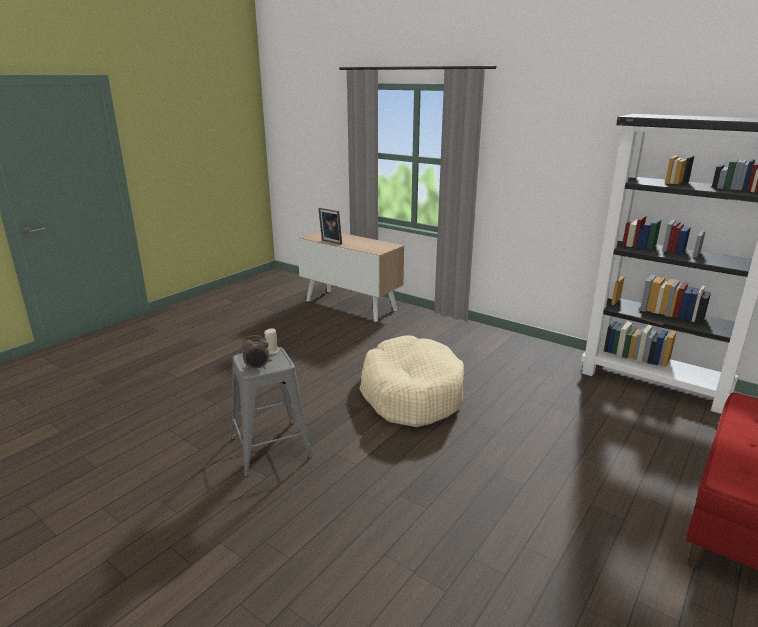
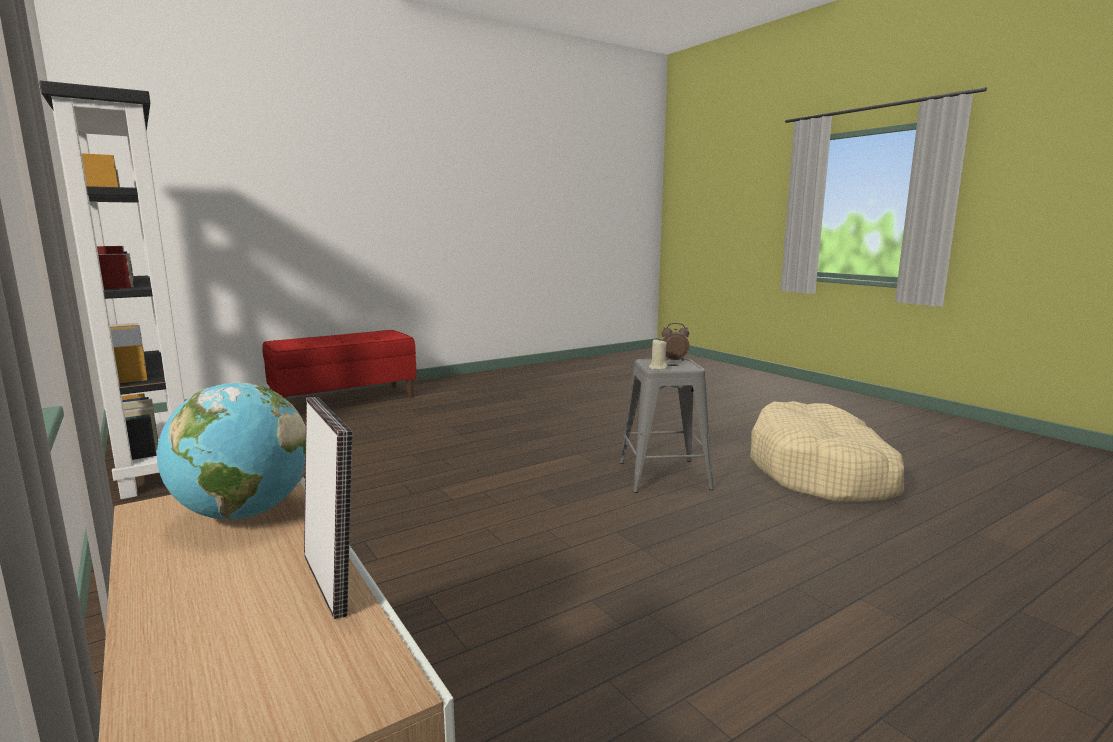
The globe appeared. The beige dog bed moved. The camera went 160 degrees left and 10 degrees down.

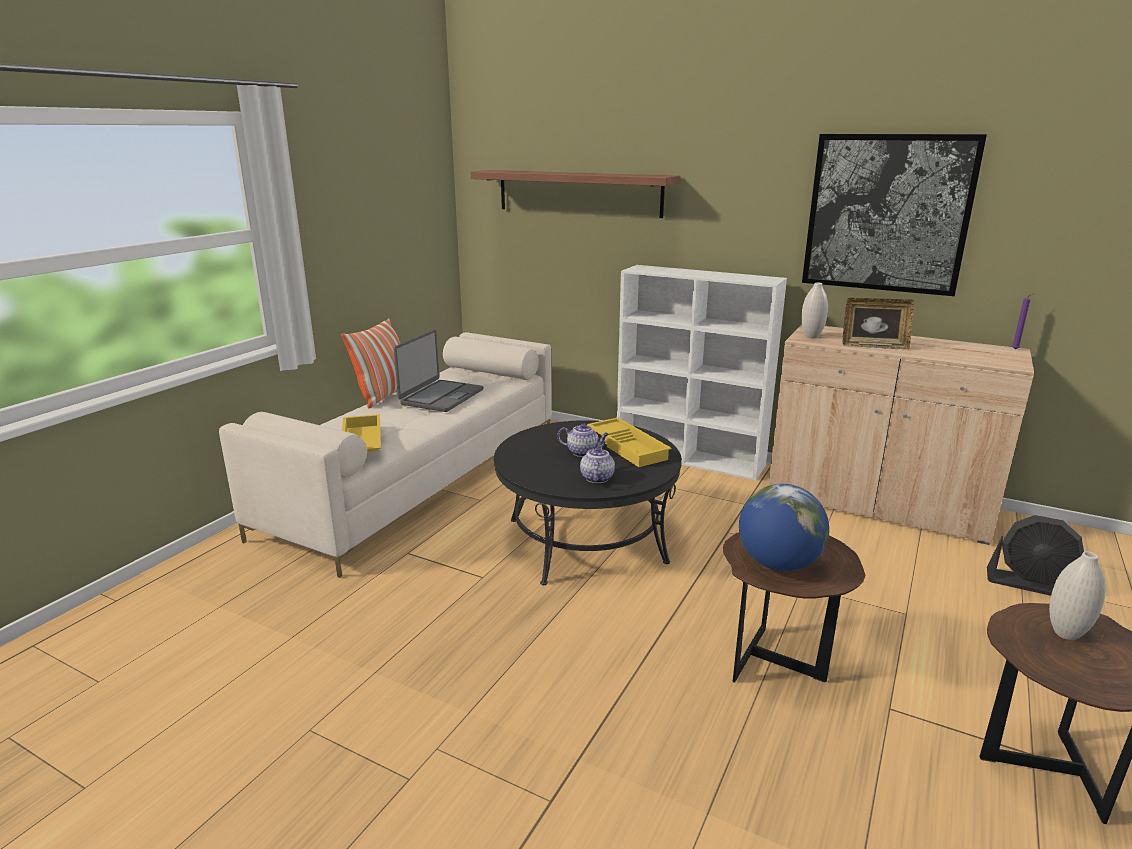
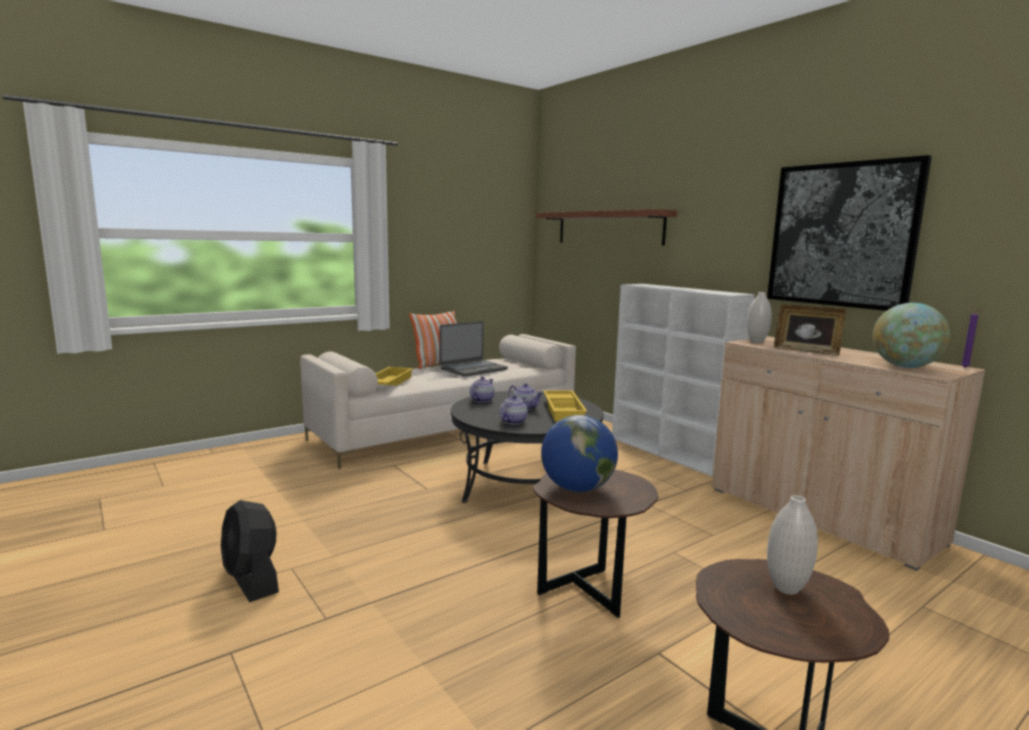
The black fan moved. The teapot (no. 1 from left) appeared. The globe (no. 2 from left) appeared. The camera went 25 degrees right and 10 degrees down.

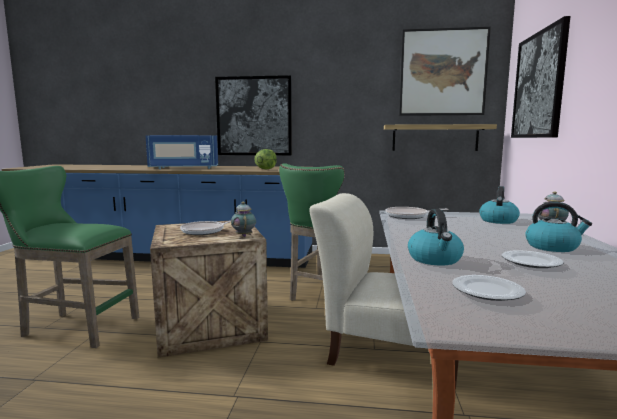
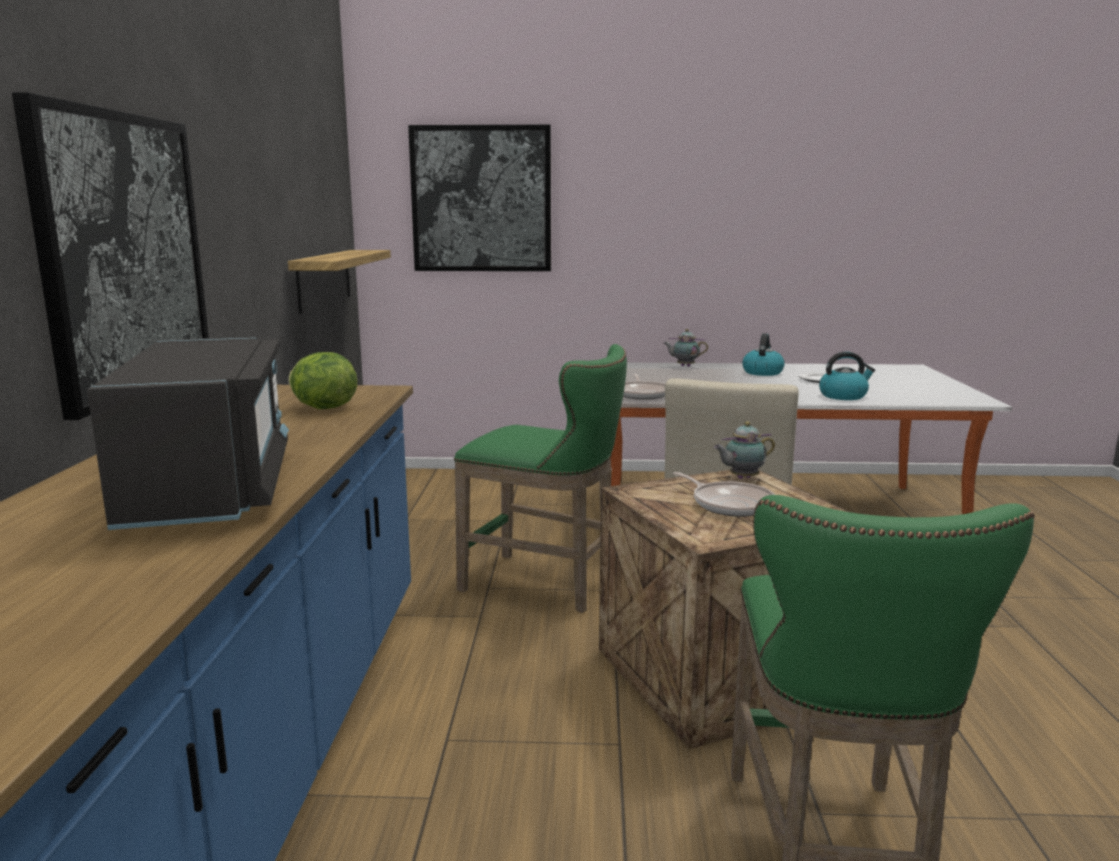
The blue microwave became the black microwave. The picture (no. 2 from left) disappeared. The plate (no. 1 from left) disappeared. The kettle (no. 2 from left) disappeared. The camera went 95 degrees left and 5 degrees up.

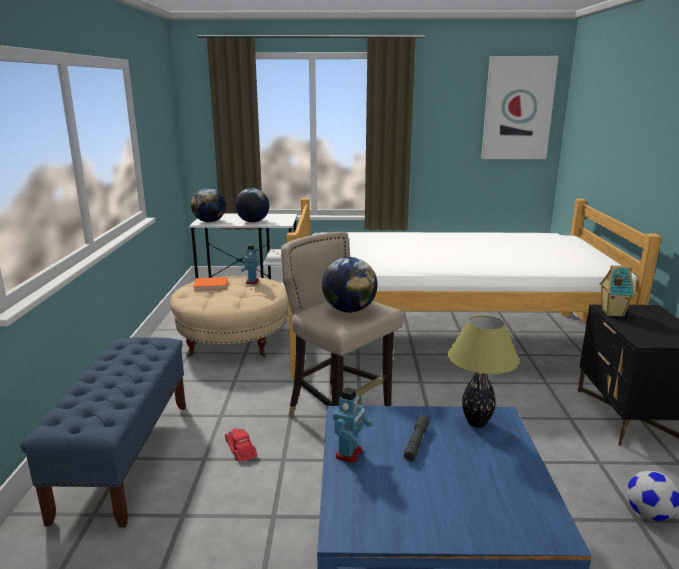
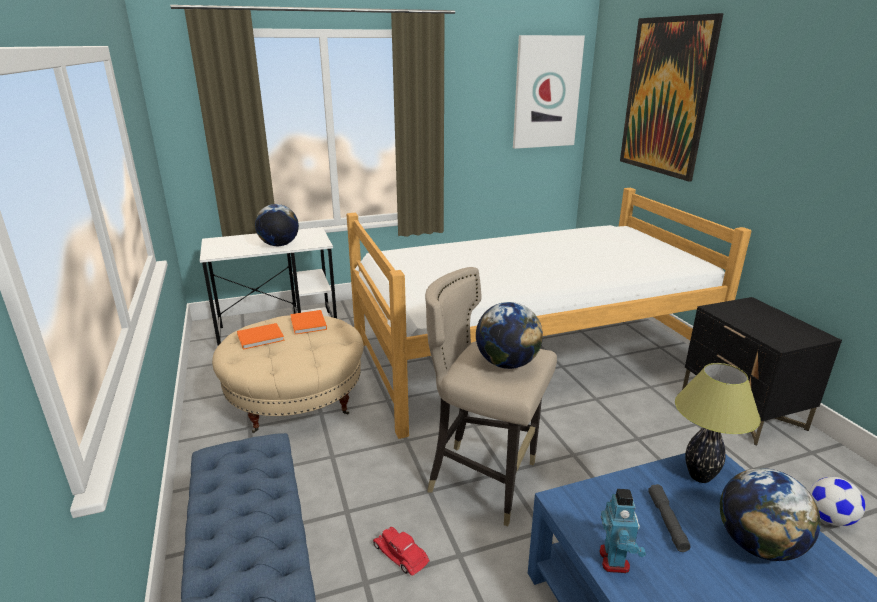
The toy robot (no. 1 from left) was replaced by the orange book (no. 2 from left). The picture (no. 2 from left) appeared. The globe (no. 1 from left in the first image) moved. The toy house disappeared. The camera went 20 degrees left and 5 degrees up.

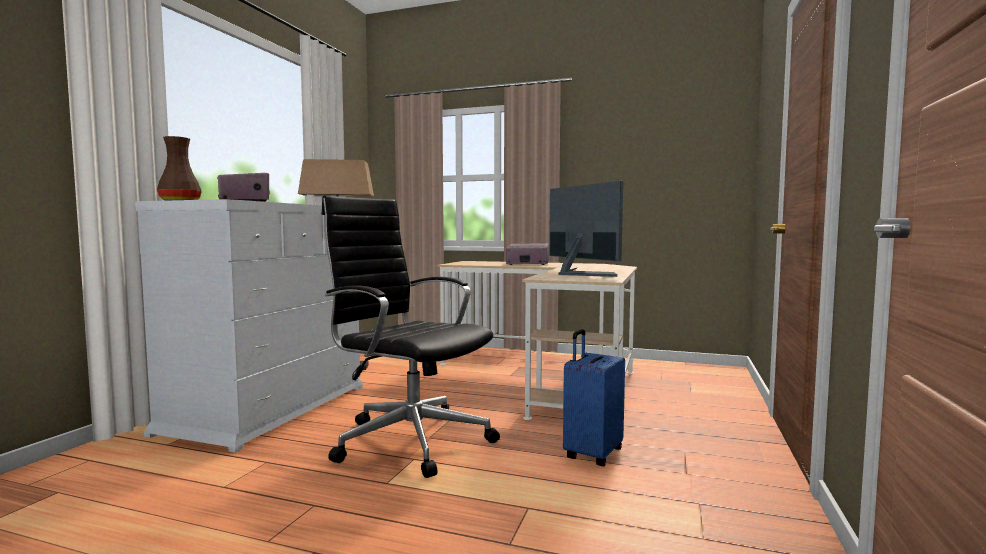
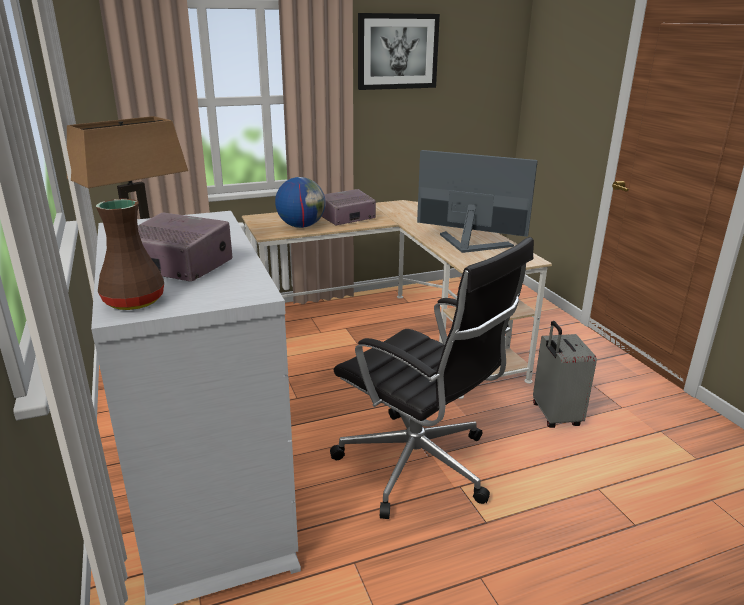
The globe appeared. The black office chair turned 135 degrees counterclockwise. The picture appeared. The blue suitcase became the grey suitcase. The camera went 40 degrees left and 20 degrees up.

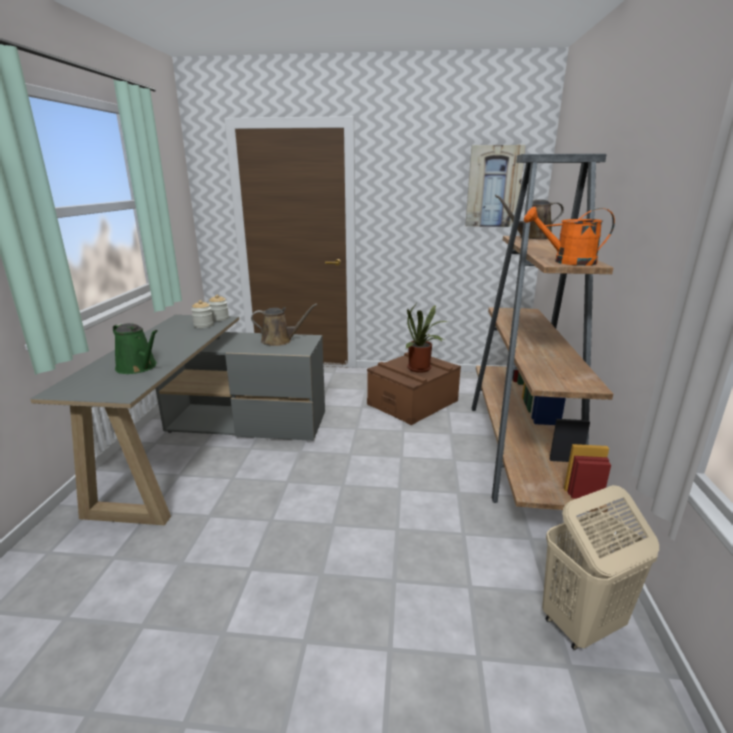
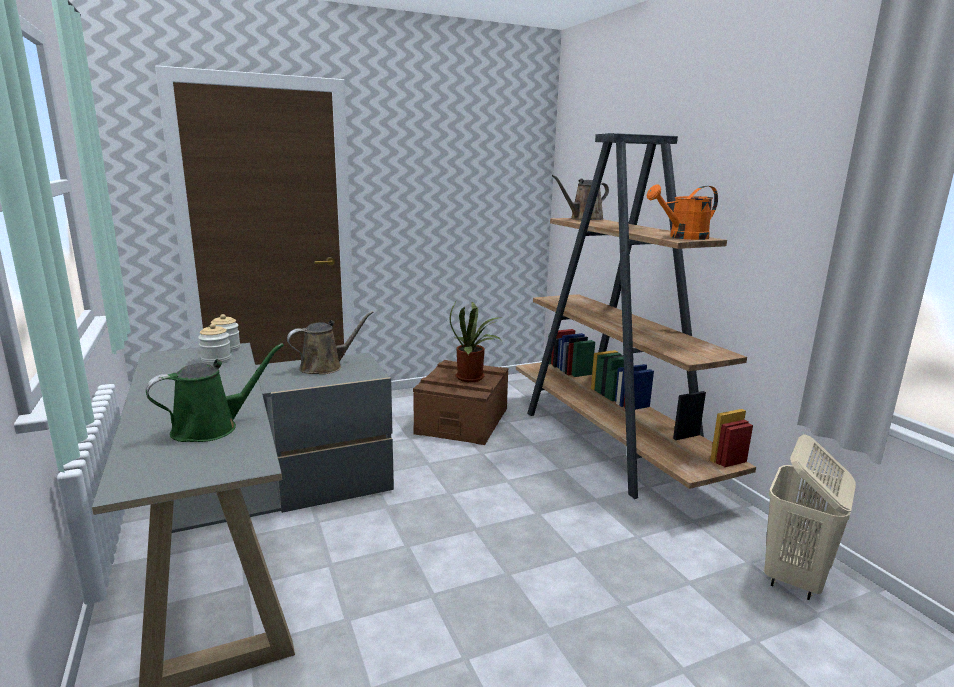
The green watering can turned 45 degrees counterclockwise. The picture disappeared. The camera went 30 degrees left and 5 degrees down.

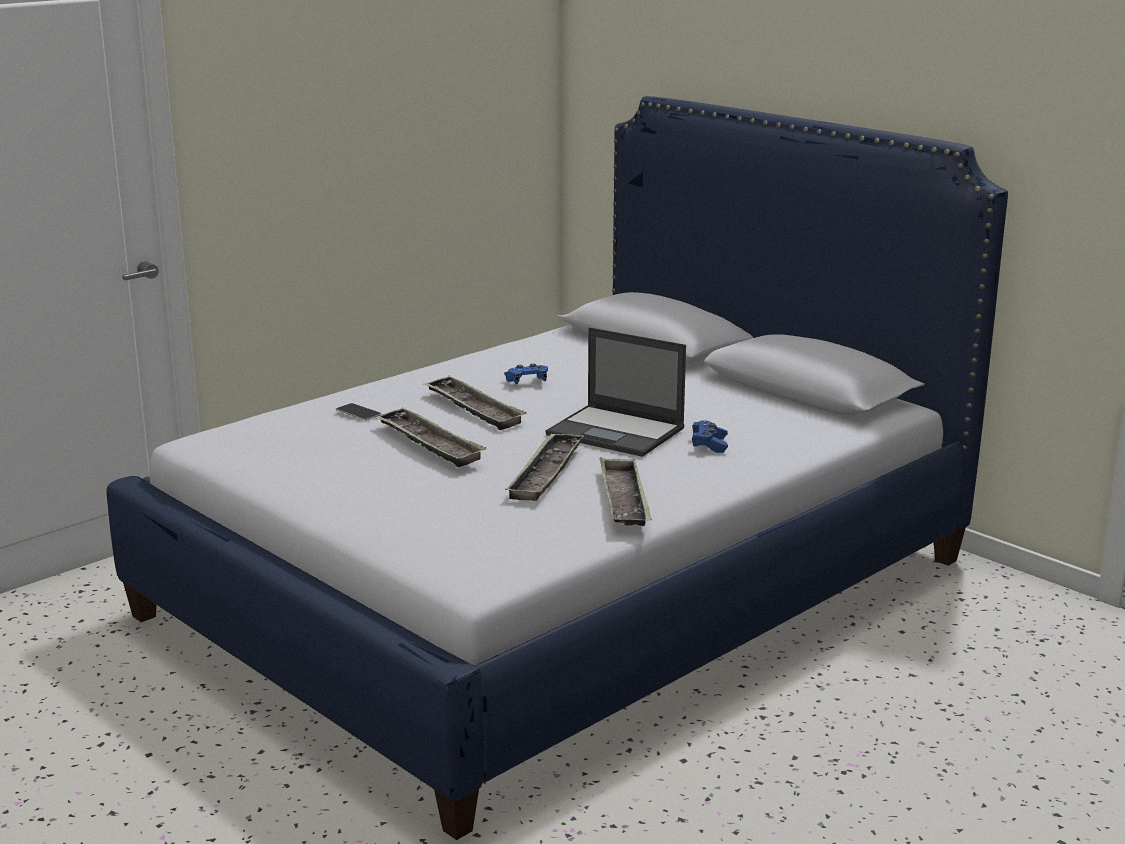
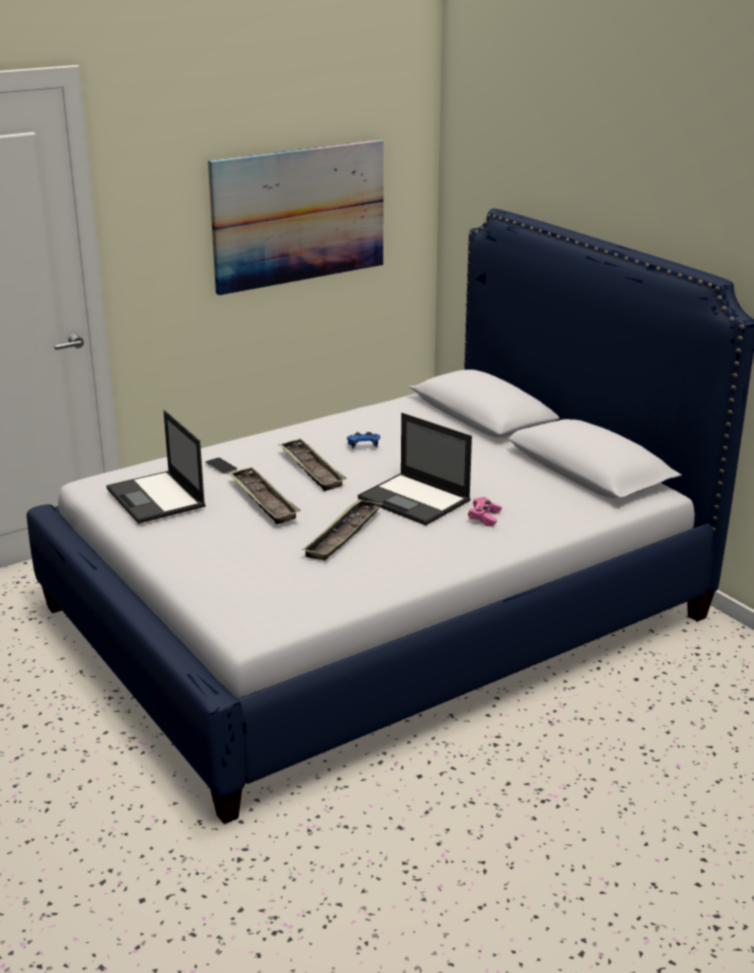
The laptop (no. 1 from left) appeared. The picture appeared. The blue game controller (no. 2 from left) became the pink game controller. The tray (no. 4 from left) disappeared. The camera went 10 degrees right and 5 degrees up.

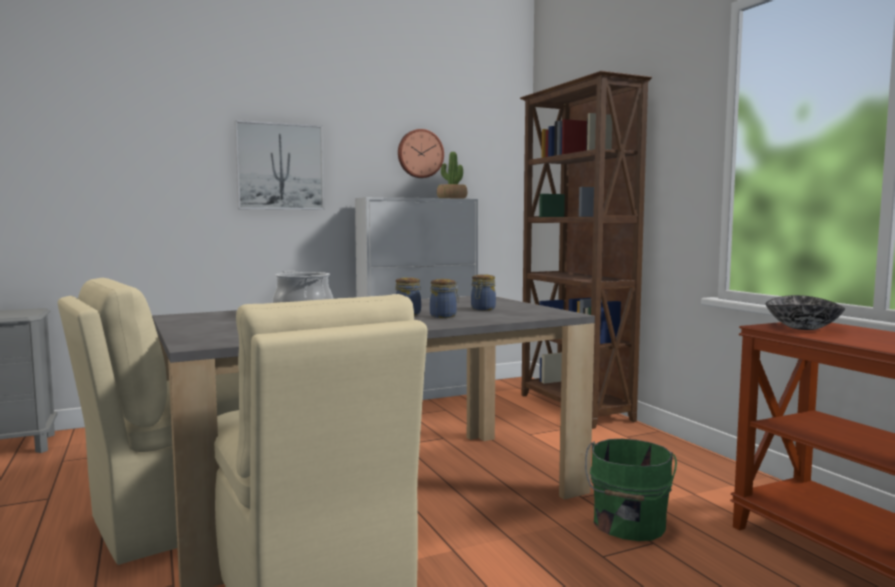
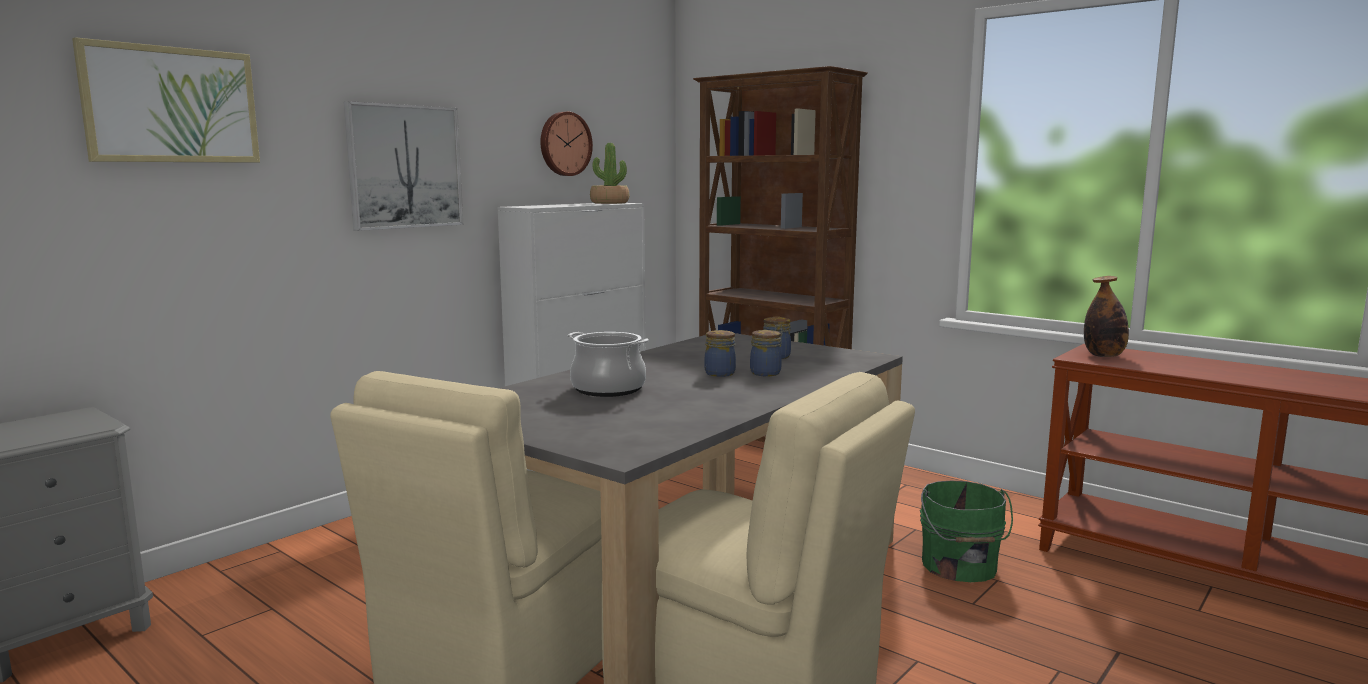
The picture (no. 1 from left) appeared. The bowl was replaced by the bottle. The camera went 25 degrees left and 5 degrees up.

